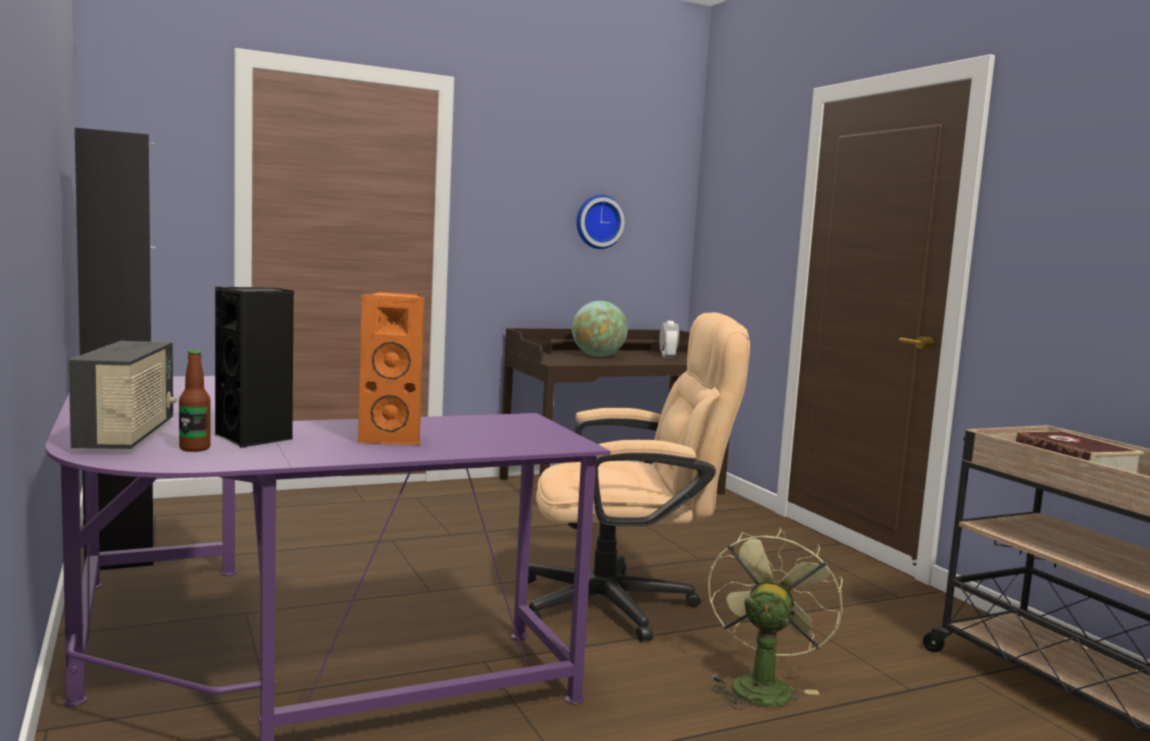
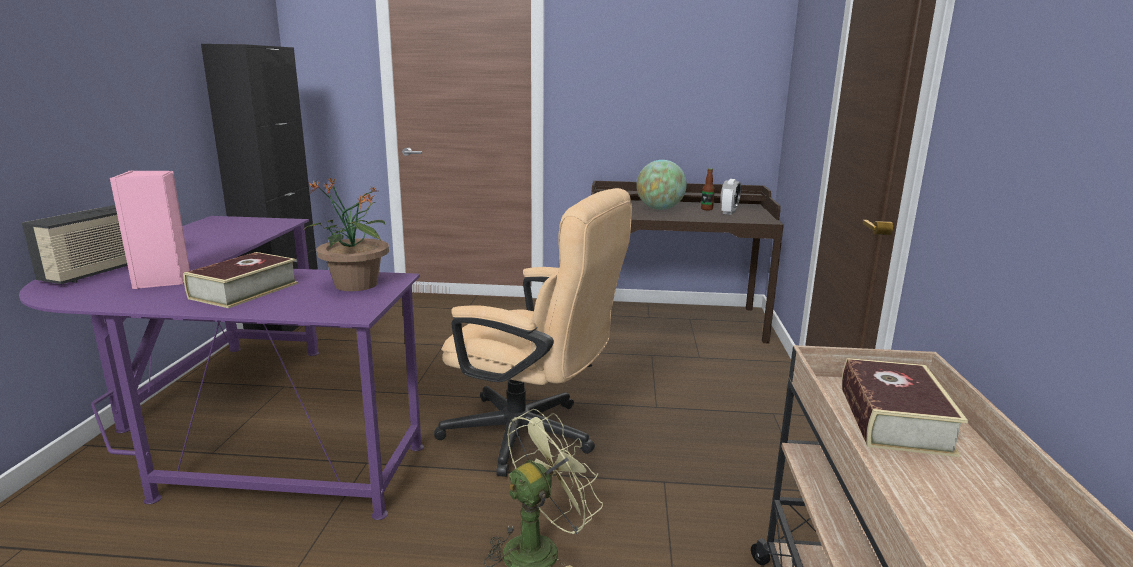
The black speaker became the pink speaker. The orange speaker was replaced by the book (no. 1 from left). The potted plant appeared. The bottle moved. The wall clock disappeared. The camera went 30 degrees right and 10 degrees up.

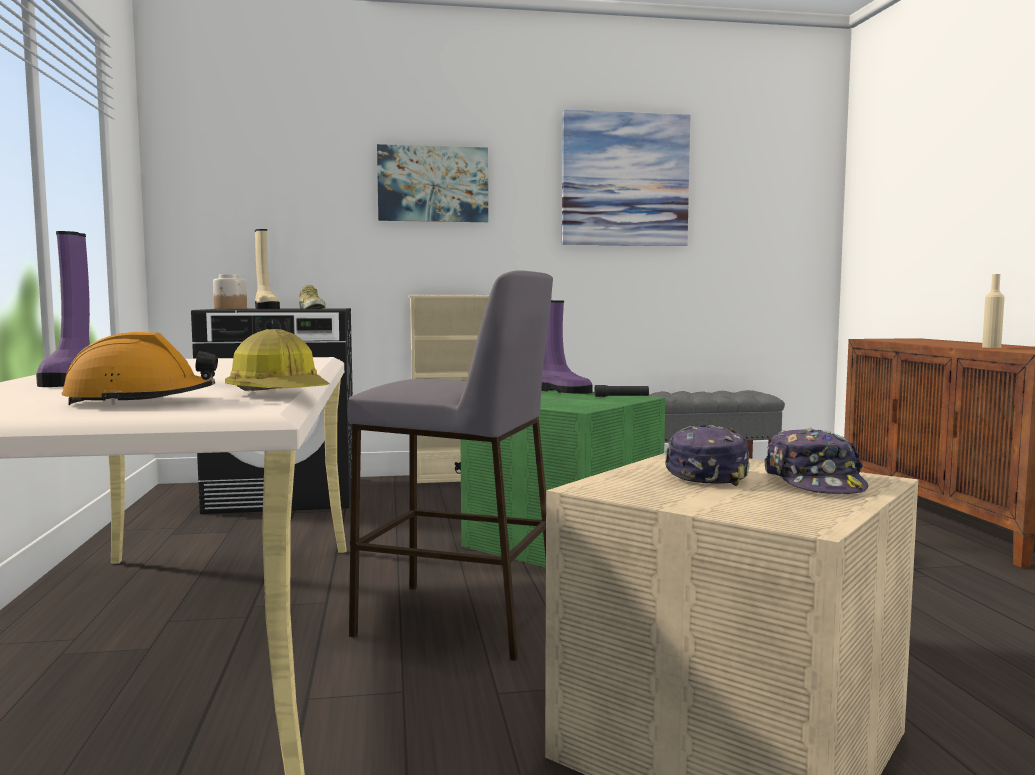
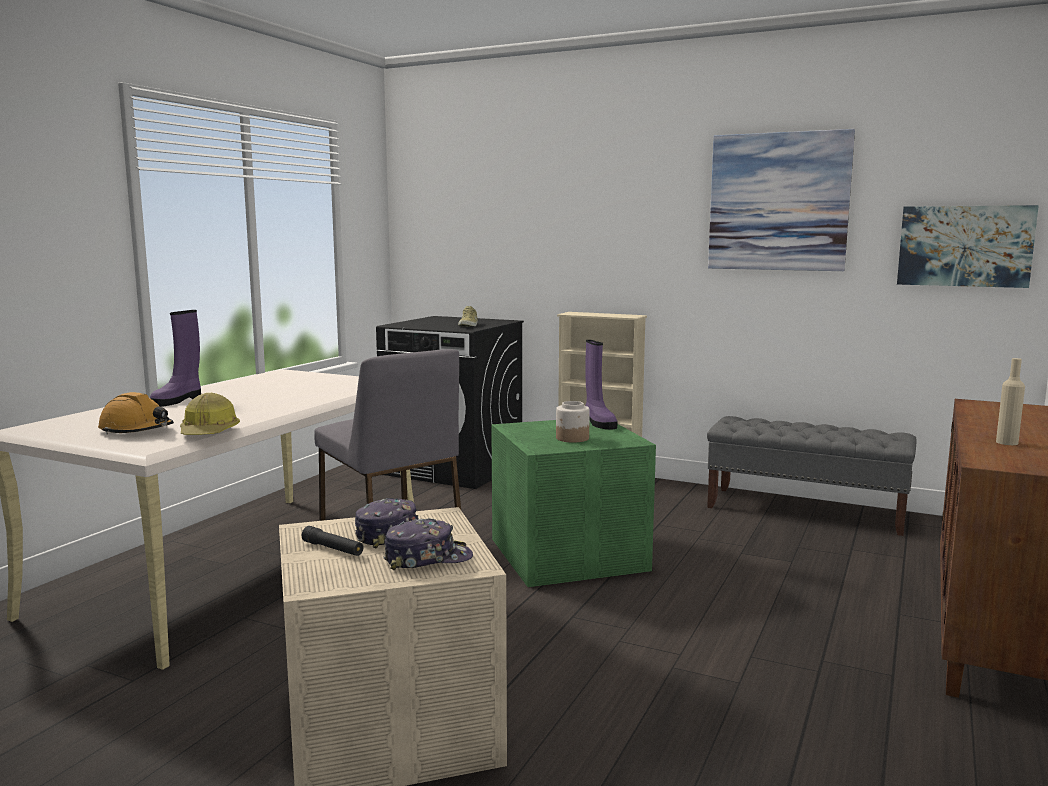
The black flashlight moved. The cap (no. 2 from left) turned 135 degrees counterclockwise. The jar moved. The picture (no. 1 from left in the first image) moved. The beige boot disappeared. The camera went 35 degrees right and 5 degrees up.

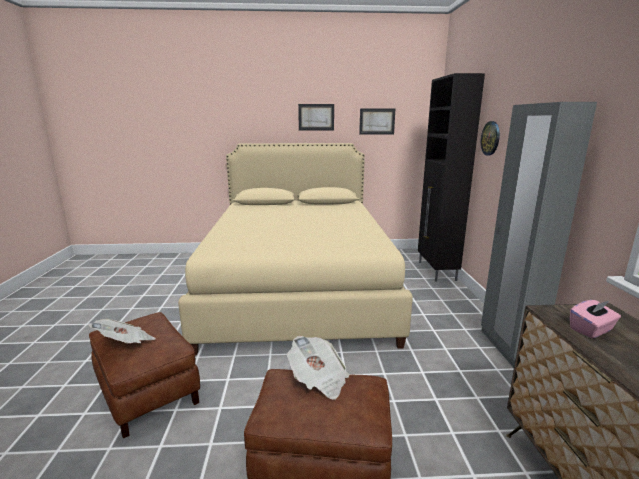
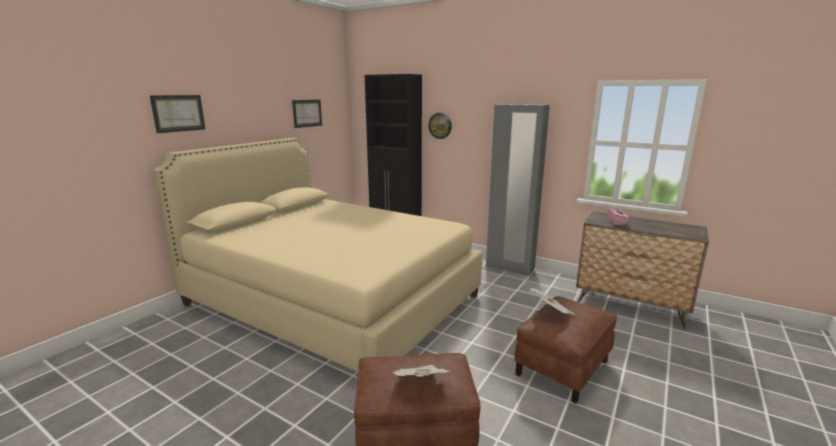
The picture (no. 1 from left) moved. The camera went 55 degrees left and 0 degrees up.

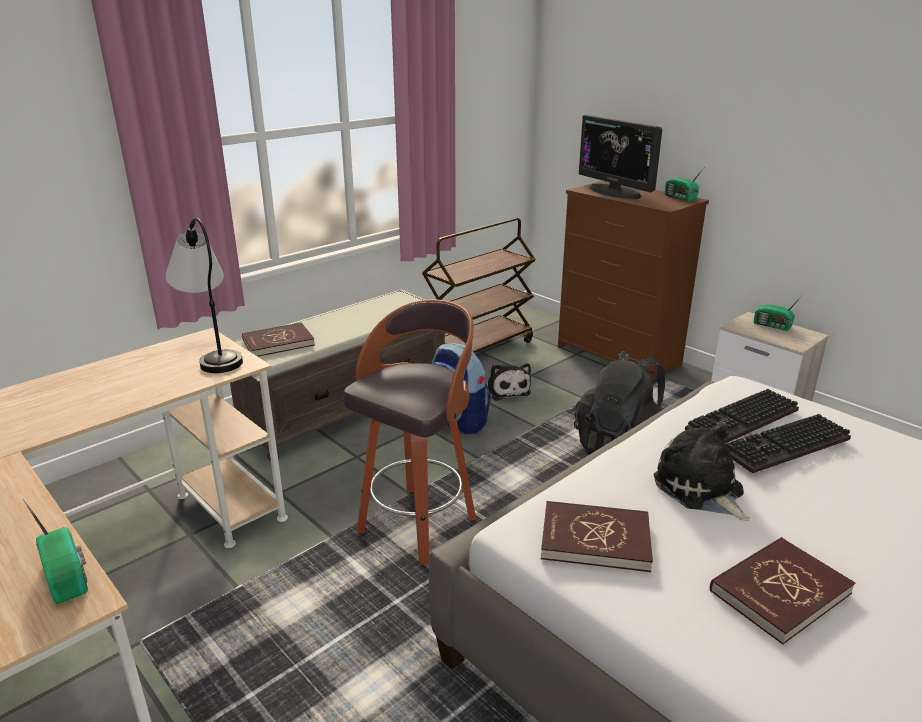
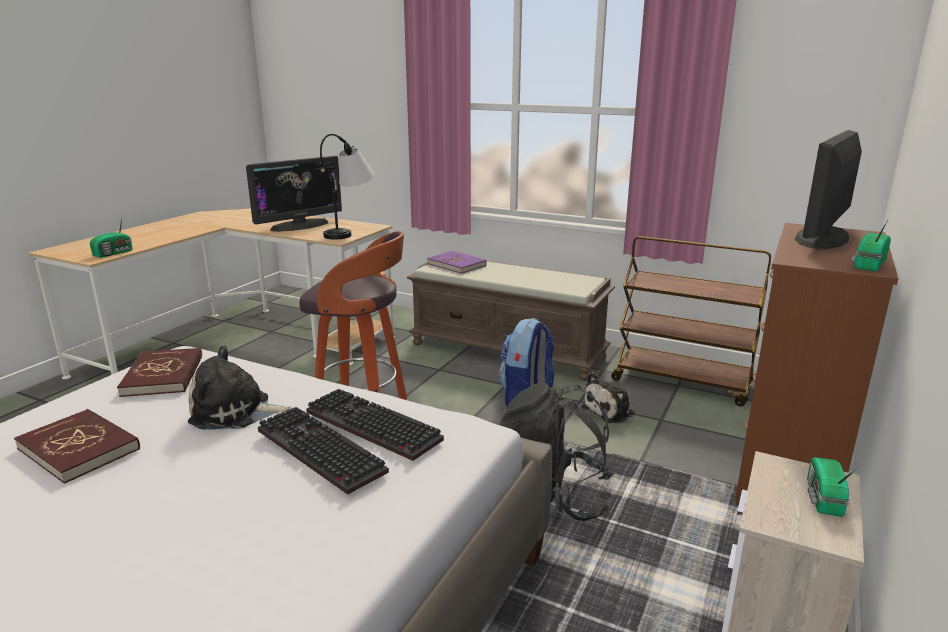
The plush toy (no. 2 from left in the first image) turned 135 degrees counterclockwise. The monitor (no. 1 from left) appeared. The red book (no. 1 from left) became the purple book. The camera went 70 degrees right and 5 degrees down.

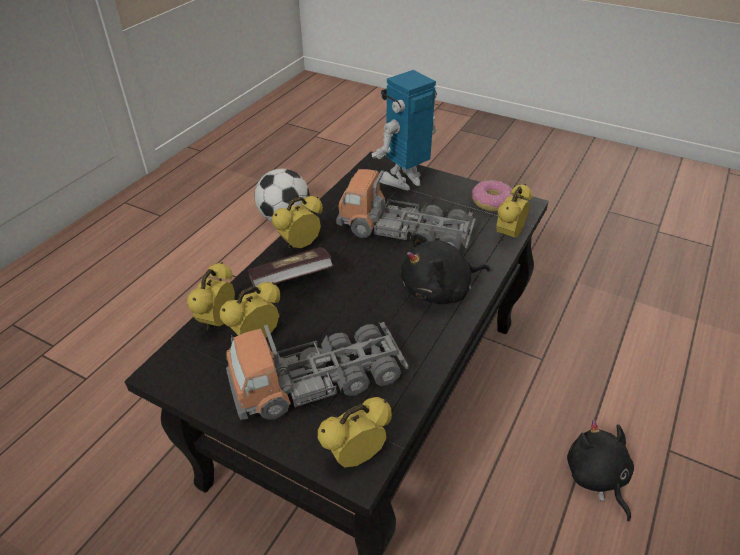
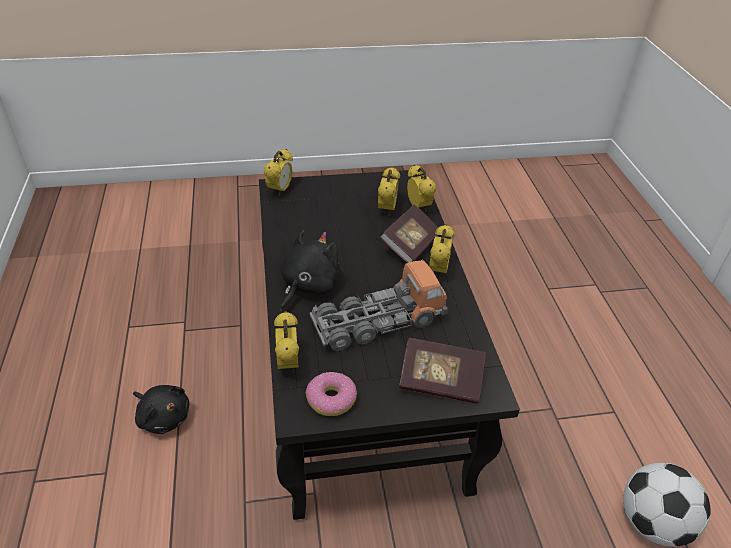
The toy robot was replaced by the book (no. 2 from left). The toy truck (no. 1 from left) disappeared. The camera went 140 degrees right and 0 degrees up.

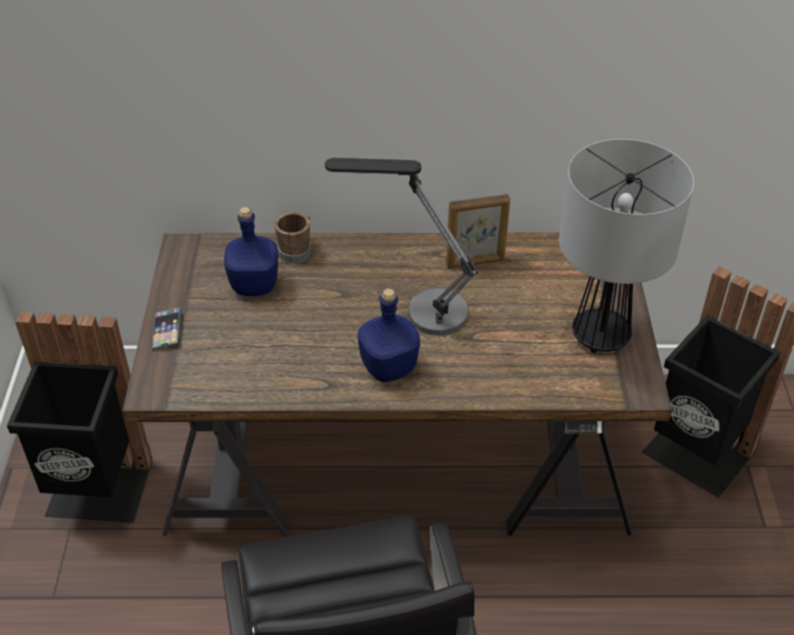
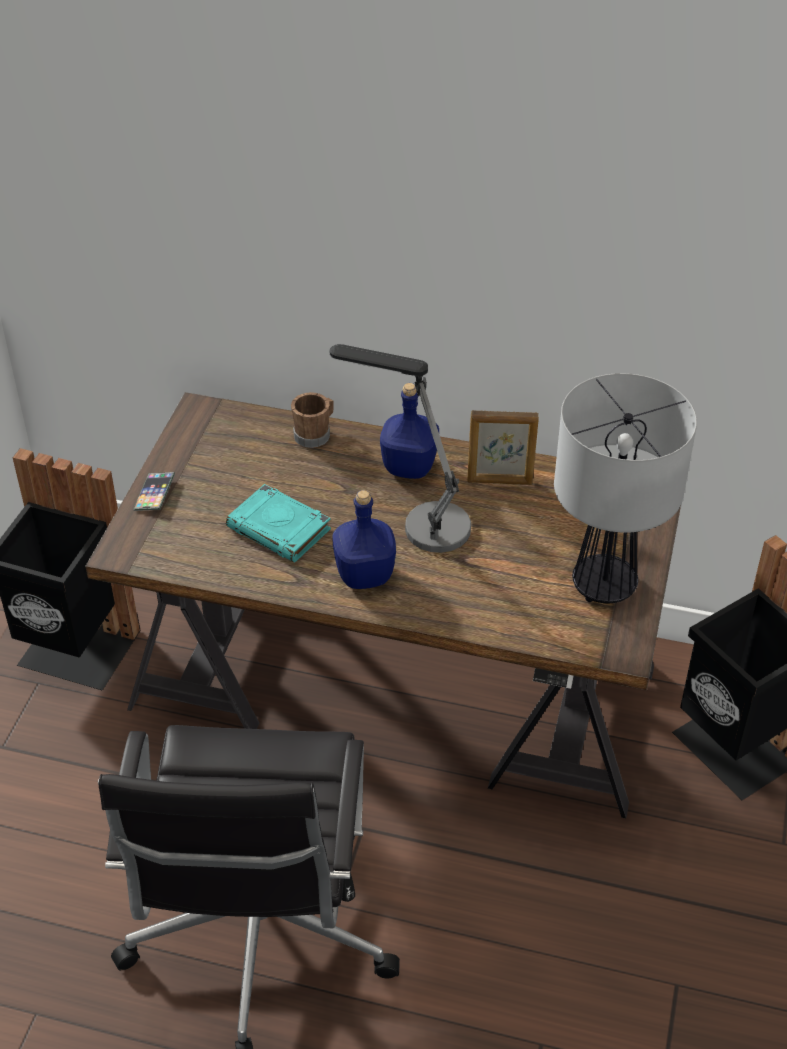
The turquoise book appeared. The blue bottle (no. 1 from left in the first image) moved. The camera went 15 degrees right and 0 degrees up.

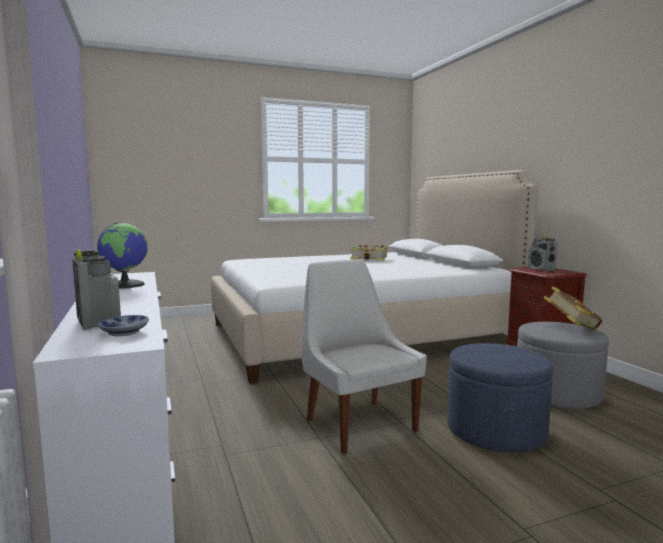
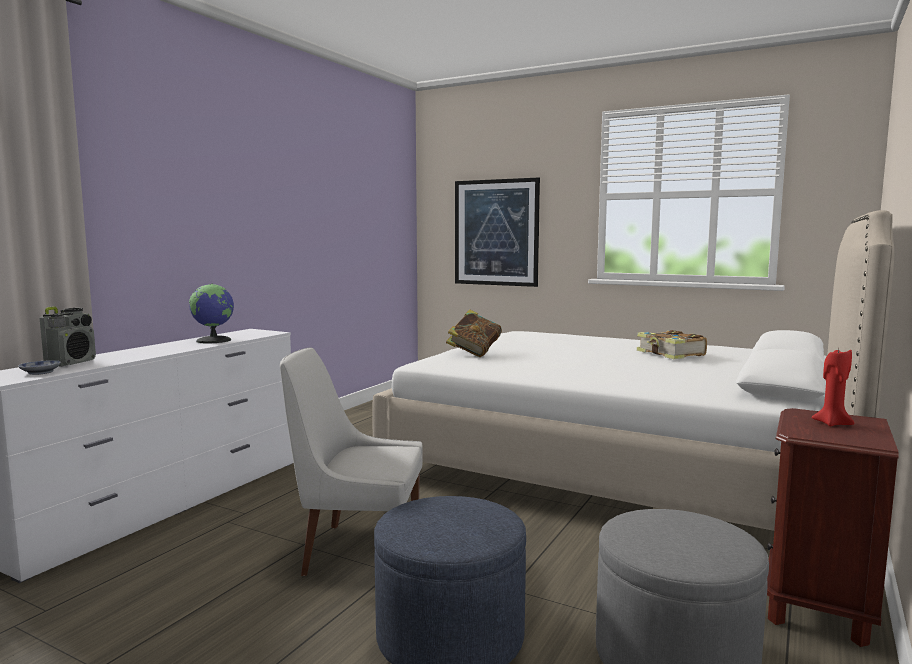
The white chair turned 105 degrees counterclockwise. The book (no. 2 from left in the first image) moved. The picture appeared. The radio (no. 2 from left) was replaced by the red candle. The camera went 50 degrees right and 0 degrees up.

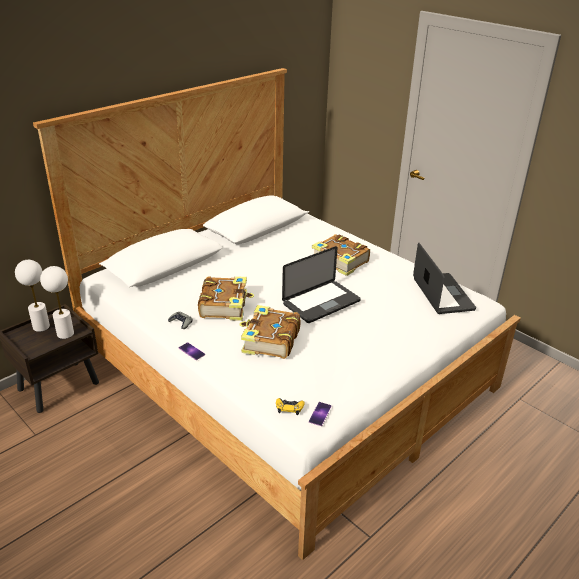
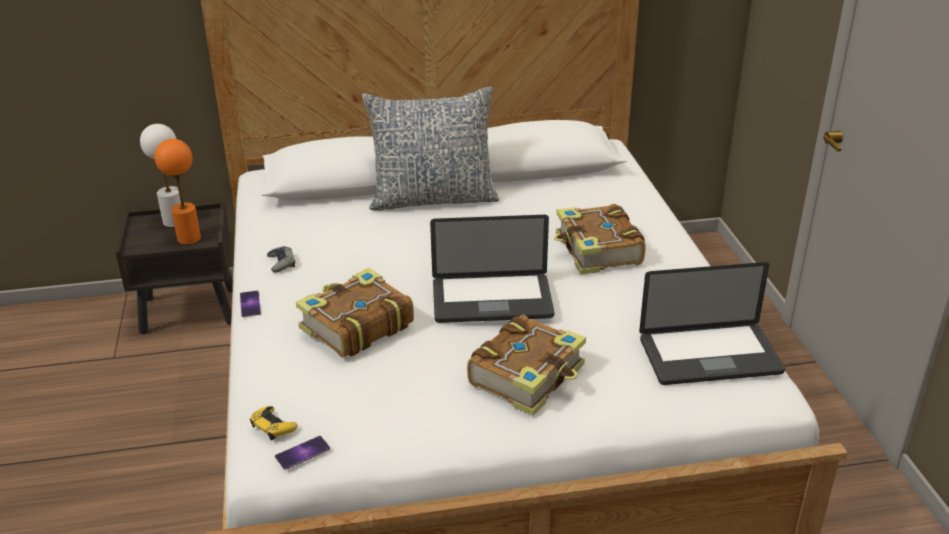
The white table lamp (no. 2 from left) became the orange table lamp. The pillow appeared. The book (no. 1 from left in the first image) moved. The laptop (no. 2 from left) turned 60 degrees clockwise. The camera went 35 degrees right and 0 degrees up.

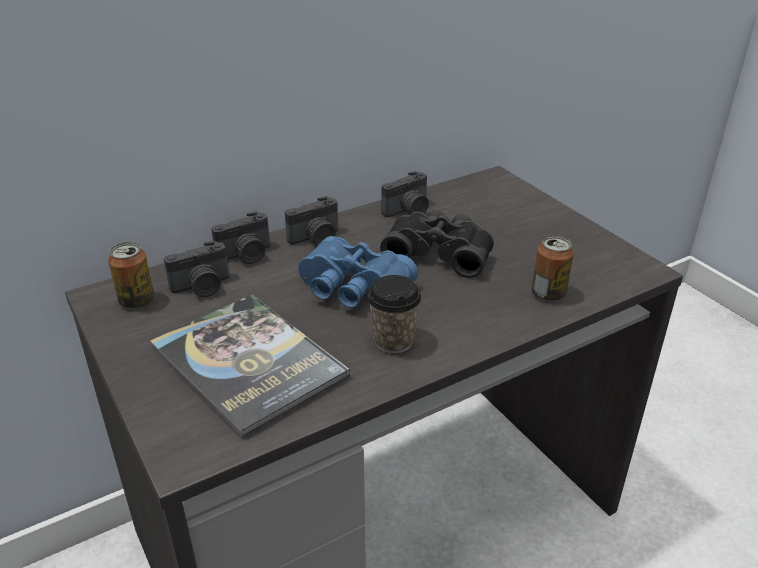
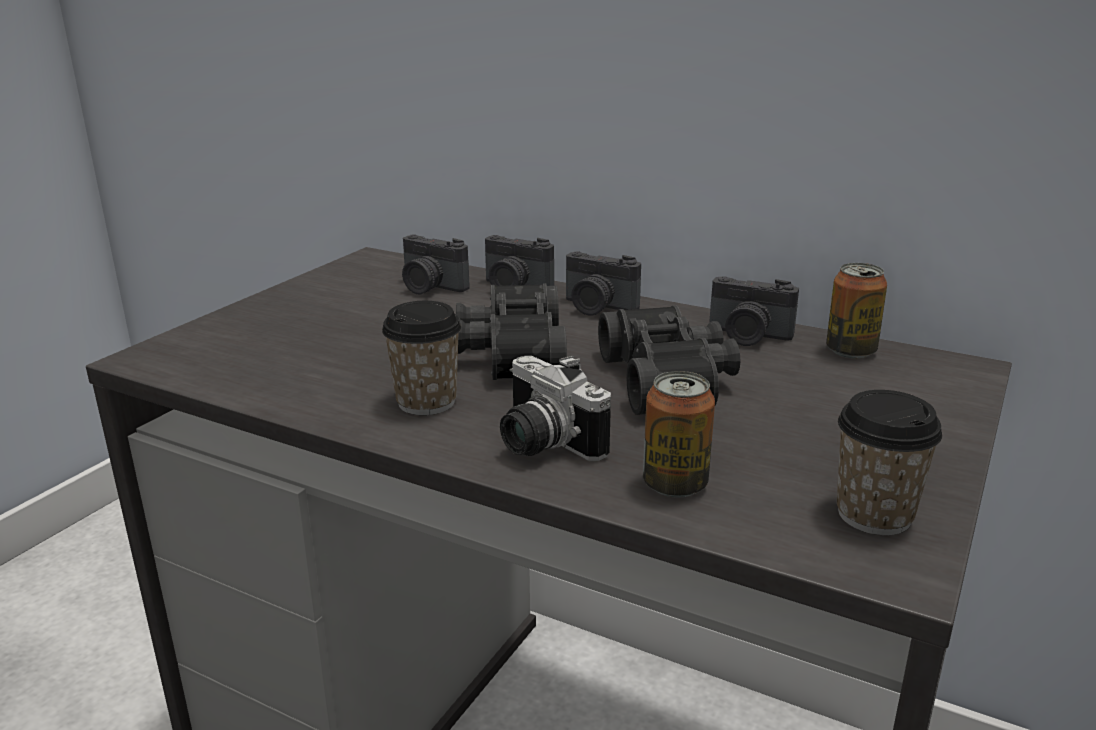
The blue binoculars became the black binoculars (no. 1 from left). The photo camera (no. 3 from left) appeared. The can (no. 1 from left in the first image) moved. The cup (no. 2 from left) appeared. The book disappeared. The camera went 60 degrees right and 10 degrees down.

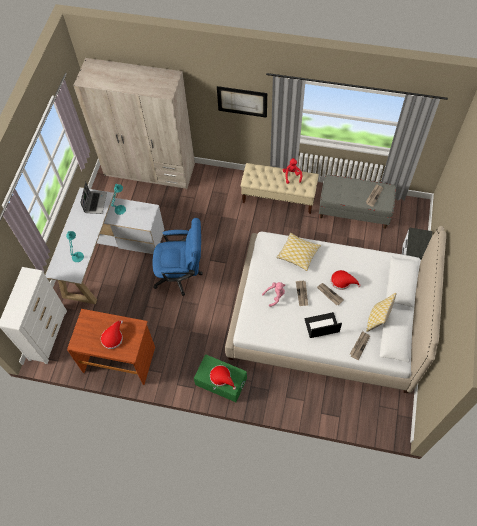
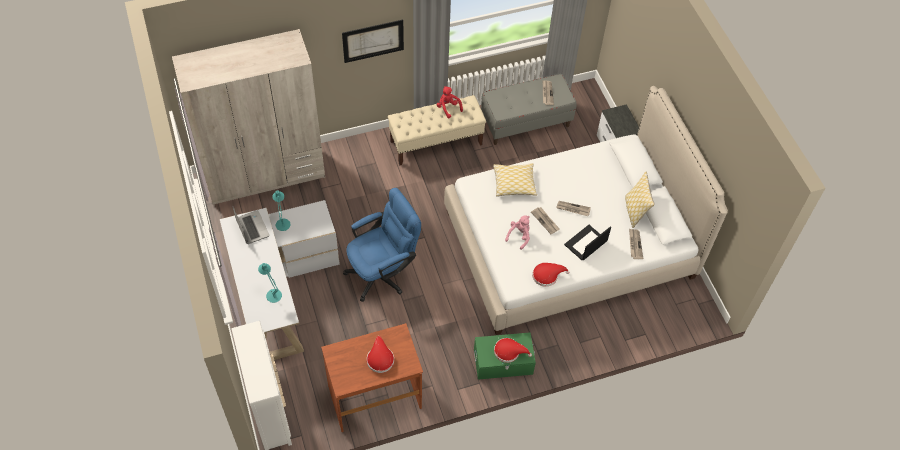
The red hat (no. 3 from left) moved. The camera went 35 degrees left and 5 degrees down.

